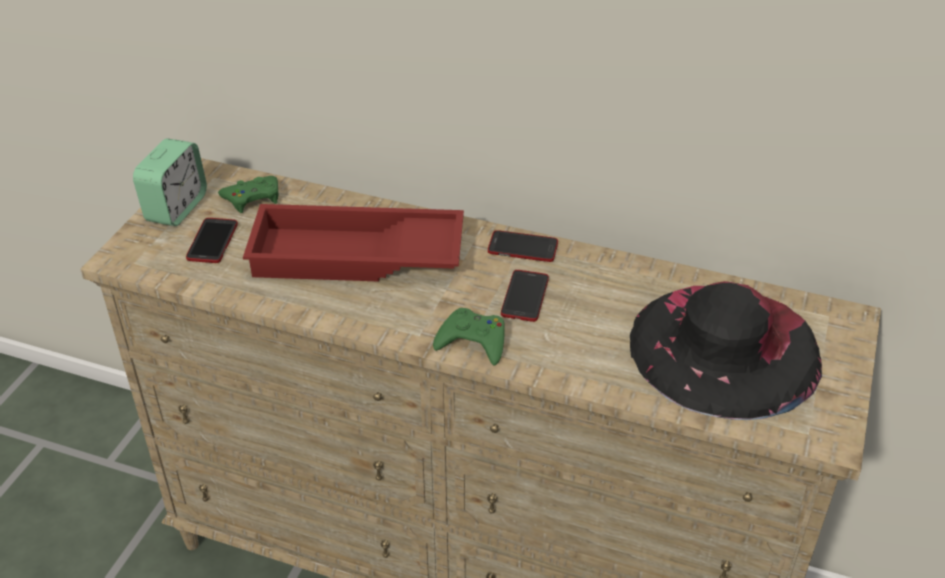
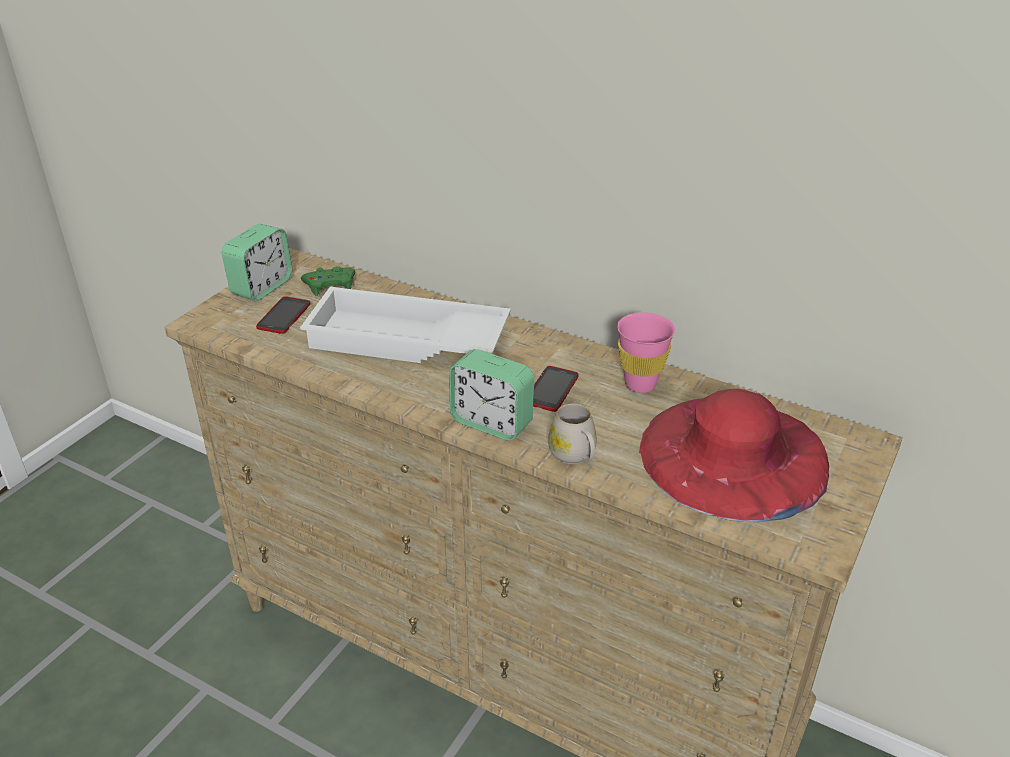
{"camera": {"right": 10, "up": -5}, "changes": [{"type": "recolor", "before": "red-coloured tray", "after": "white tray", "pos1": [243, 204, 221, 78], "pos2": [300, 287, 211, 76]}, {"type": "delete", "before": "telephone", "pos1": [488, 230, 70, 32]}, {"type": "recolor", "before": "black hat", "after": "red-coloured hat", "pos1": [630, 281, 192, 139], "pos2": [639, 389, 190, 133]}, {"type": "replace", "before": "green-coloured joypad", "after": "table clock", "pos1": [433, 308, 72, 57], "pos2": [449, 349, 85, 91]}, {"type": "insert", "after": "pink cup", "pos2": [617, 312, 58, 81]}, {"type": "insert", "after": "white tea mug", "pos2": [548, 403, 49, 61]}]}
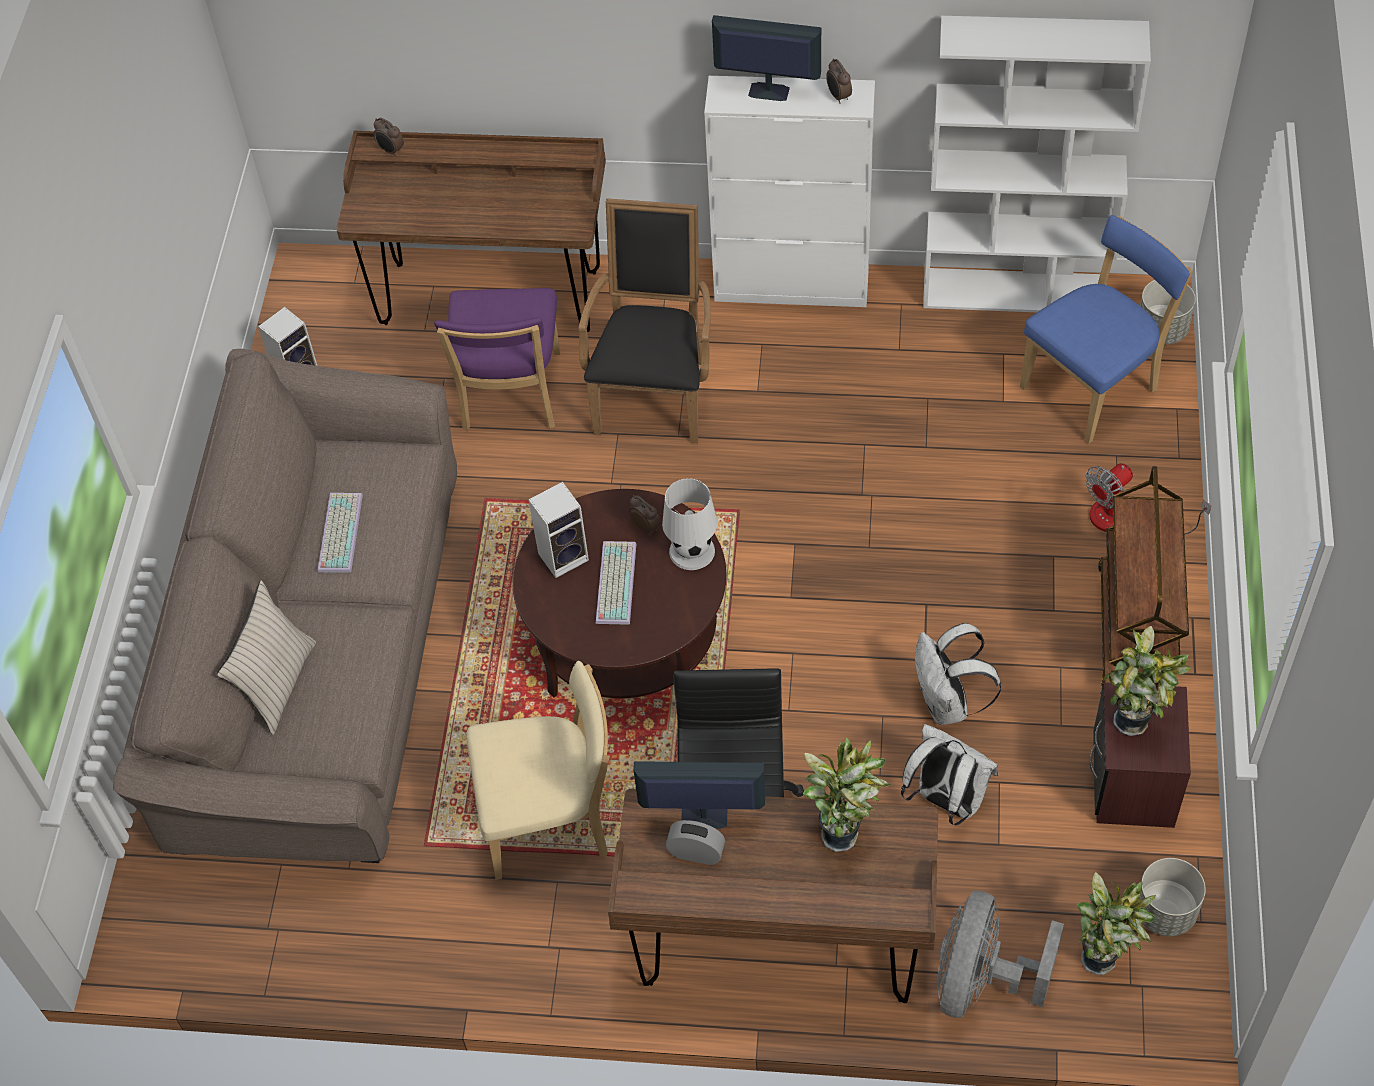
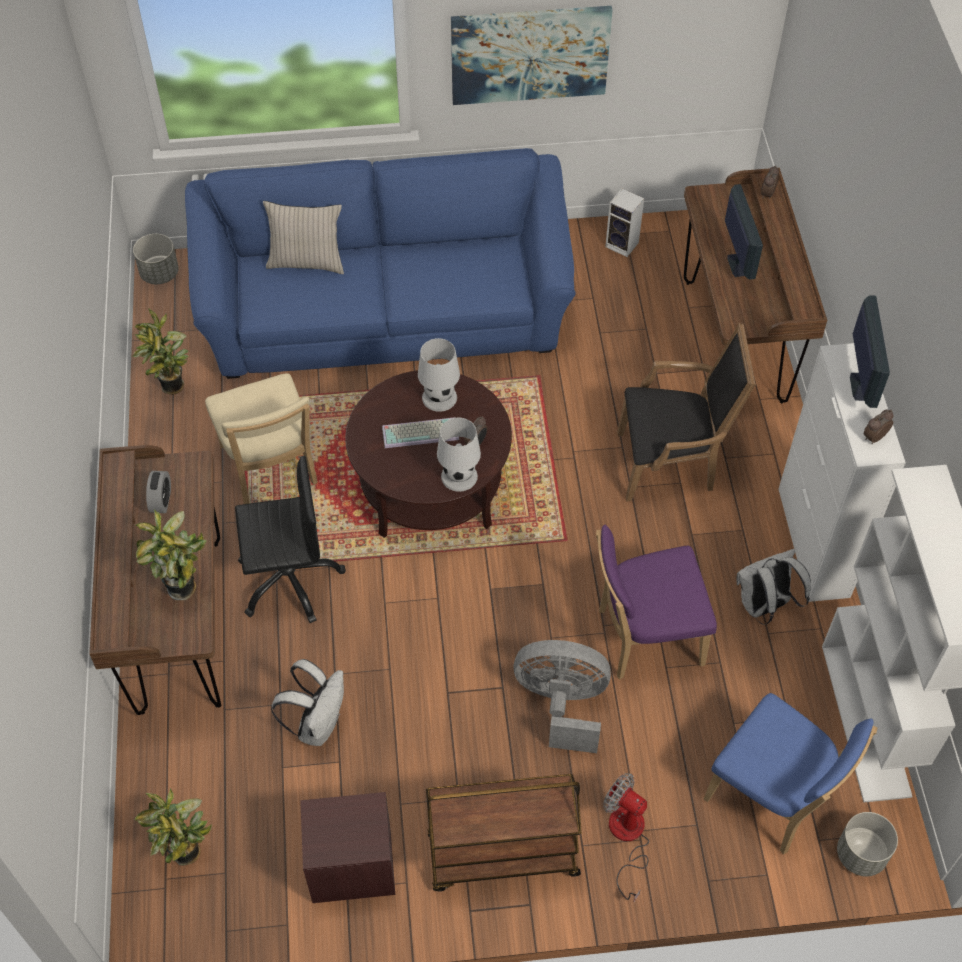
{"camera": {"right": 75, "up": 0}, "changes": [{"type": "move", "before": "purple-coloured chair", "pos1": [434, 288, 126, 143], "pos2": [596, 525, 121, 155]}, {"type": "recolor", "before": "brown-coloured settee", "after": "bluish settee", "pos1": [113, 349, 344, 514], "pos2": [185, 148, 391, 231]}, {"type": "replace", "before": "audio speaker", "after": "white lamp for a table", "pos1": [528, 482, 61, 96], "pos2": [418, 338, 42, 74]}, {"type": "delete", "before": "computer keyboard", "pos1": [318, 493, 45, 80]}, {"type": "move", "before": "white backpack", "pos1": [915, 623, 86, 102], "pos2": [736, 549, 75, 76]}, {"type": "move", "before": "houseplant", "pos1": [1104, 626, 88, 110], "pos2": [132, 308, 57, 87]}, {"type": "move", "before": "monitor", "pos1": [633, 761, 132, 68], "pos2": [725, 184, 38, 96]}, {"type": "move", "before": "gray planter", "pos1": [1139, 858, 67, 78], "pos2": [133, 234, 46, 50]}, {"type": "move", "before": "gray electric fan", "pos1": [937, 891, 127, 127], "pos2": [514, 640, 97, 113]}, {"type": "insert", "after": "wall picture", "pos2": [451, 6, 161, 99]}]}
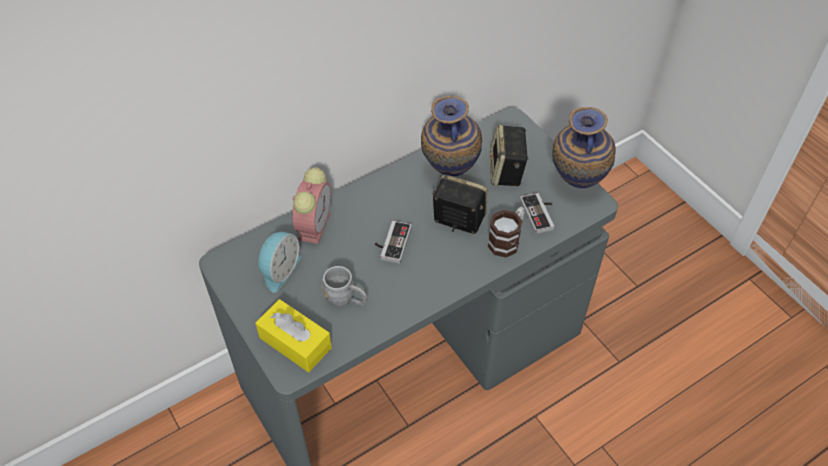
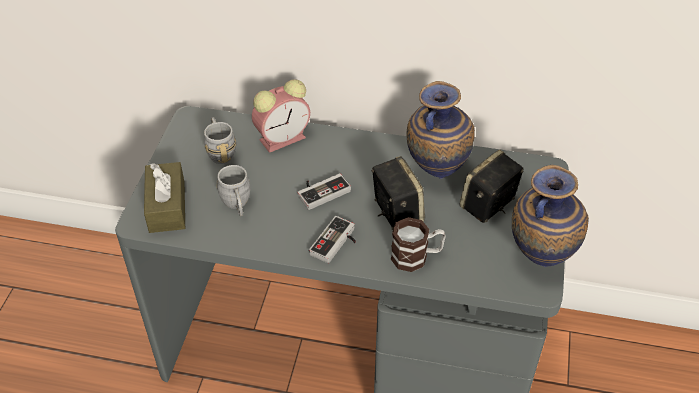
{"camera": {"right": 45, "up": -5}, "changes": [{"type": "move", "before": "joypad", "pos1": [520, 193, 34, 41], "pos2": [309, 216, 47, 47]}, {"type": "replace", "before": "table clock", "after": "gray tea mug", "pos1": [258, 232, 43, 61], "pos2": [204, 117, 32, 47]}, {"type": "recolor", "before": "yellowish tissue box", "after": "brown-coloured tissue box", "pos1": [255, 299, 77, 73], "pos2": [144, 162, 41, 71]}]}
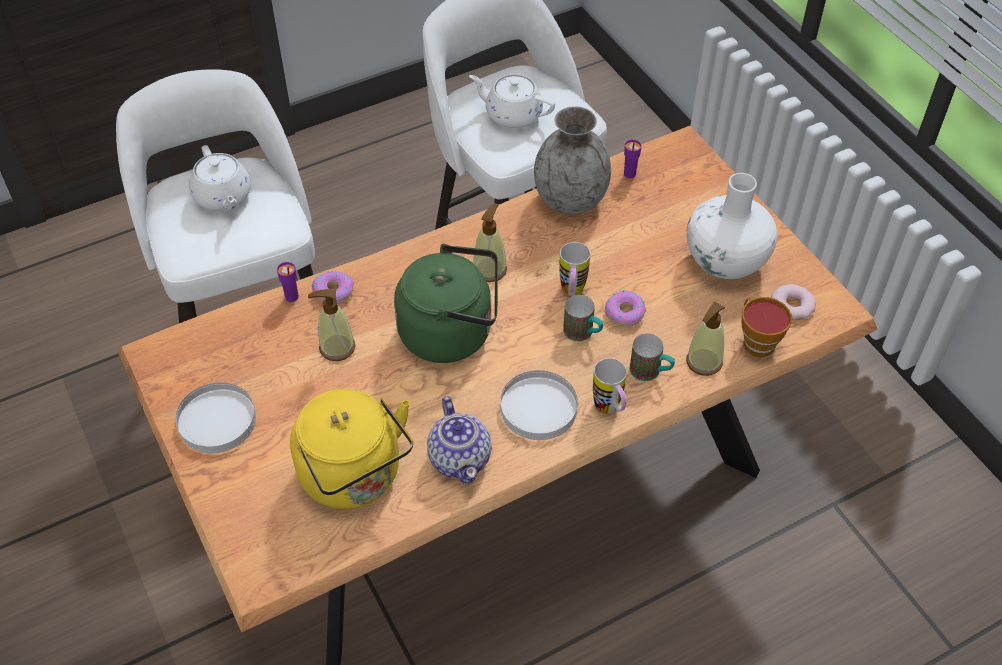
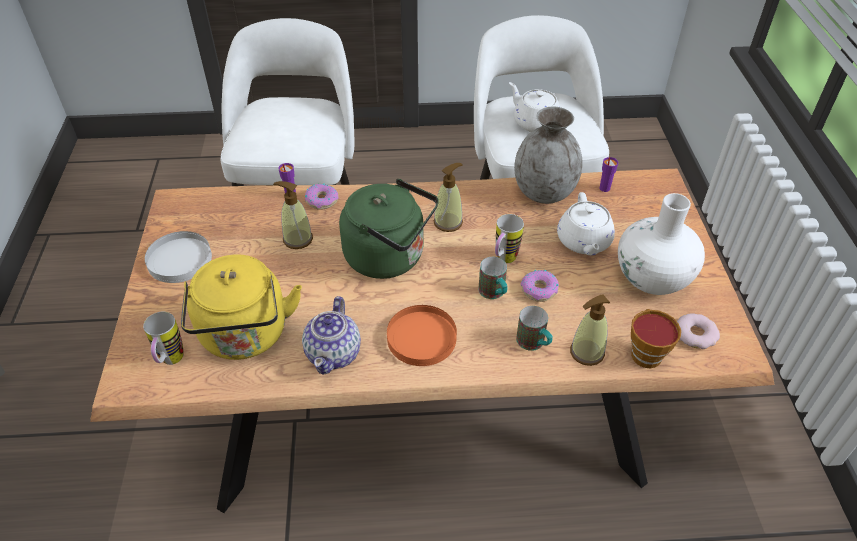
{"camera": {"right": 25, "up": -5}, "changes": [{"type": "move", "before": "white teapot", "pos1": [189, 145, 62, 65], "pos2": [557, 192, 58, 63]}, {"type": "move", "before": "tea mug", "pos1": [593, 358, 34, 56], "pos2": [143, 312, 41, 53]}, {"type": "recolor", "before": "white dinner plate", "after": "orangey dinner plate", "pos1": [500, 370, 78, 70], "pos2": [387, 305, 70, 61]}]}
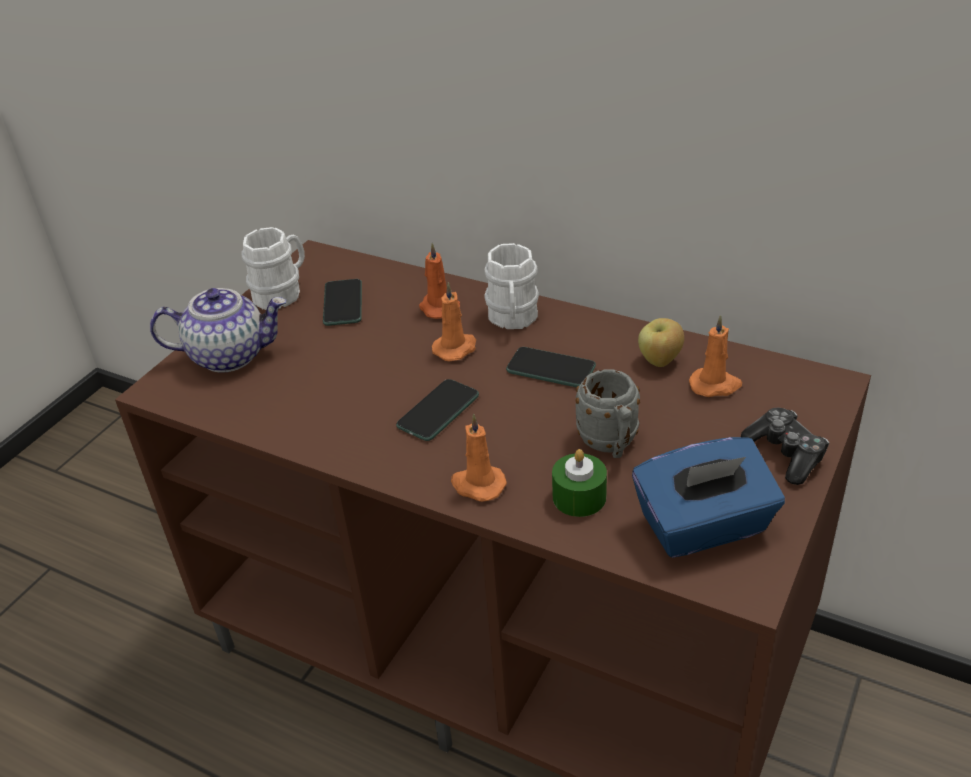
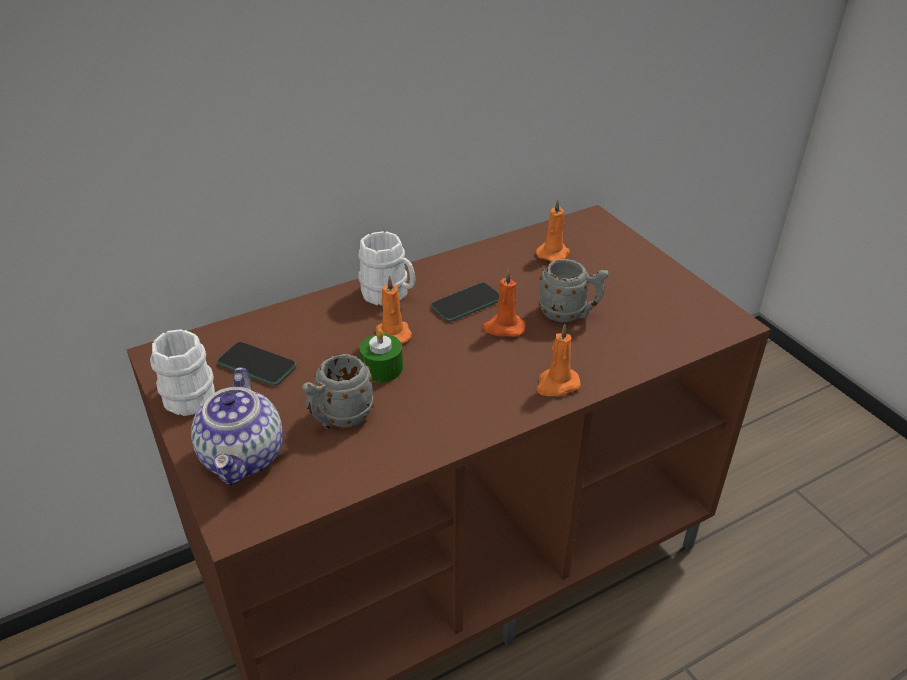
{"camera": {"right": -60, "up": 0}, "changes": [{"type": "move", "before": "orangey wax light", "pos1": [419, 243, 41, 76], "pos2": [482, 269, 44, 68]}, {"type": "rotate", "before": "teapot", "pos1": [150, 288, 136, 85], "pos2": [191, 368, 92, 117], "turn": 150}, {"type": "delete", "before": "apple", "pos1": [638, 318, 46, 49]}, {"type": "delete", "before": "telephone", "pos1": [396, 379, 83, 62]}, {"type": "delete", "before": "joypad", "pos1": [741, 408, 88, 77]}, {"type": "delete", "before": "bluish tissue box", "pos1": [632, 437, 153, 121]}, {"type": "move", "before": "green-coloured wax light", "pos1": [552, 449, 55, 68], "pos2": [359, 328, 44, 54]}, {"type": "insert", "after": "gray tea mug", "pos2": [302, 354, 72, 75]}]}
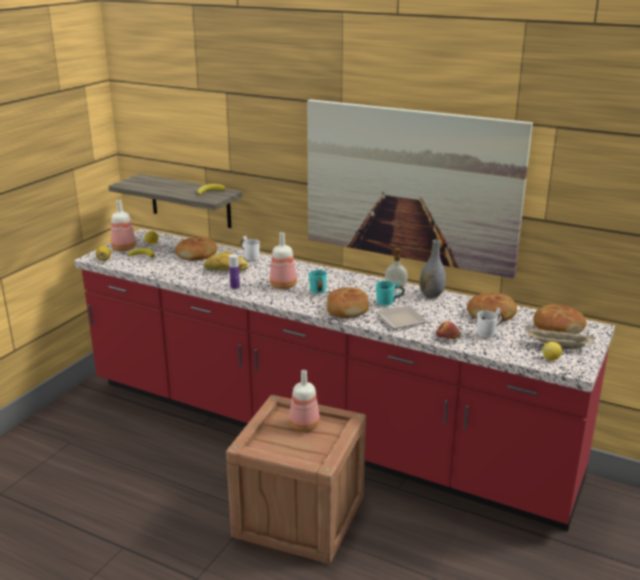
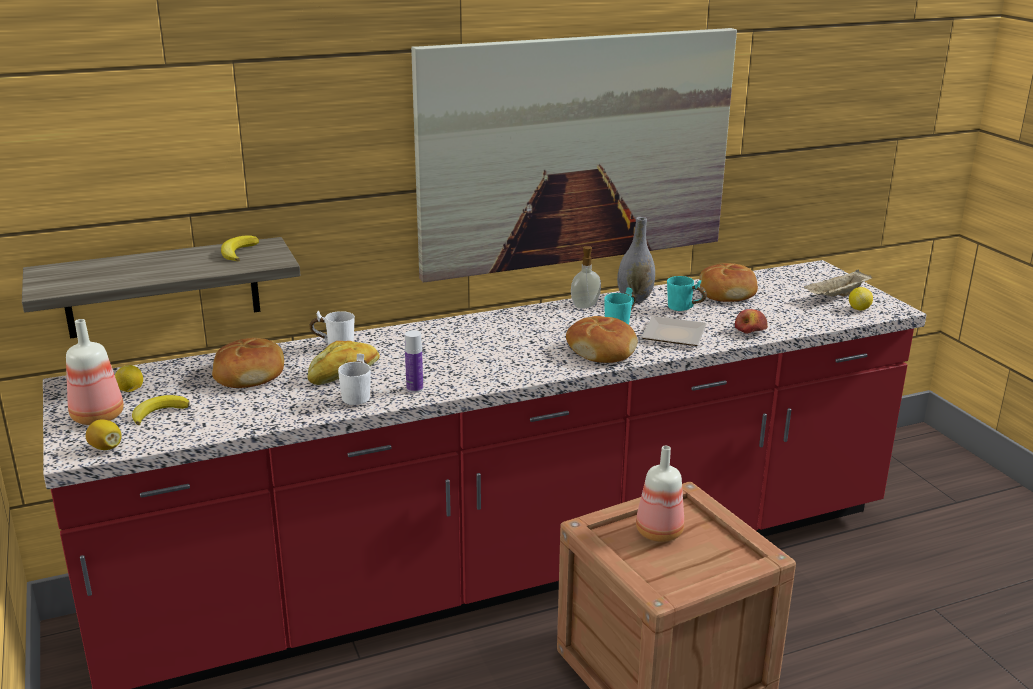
{"camera": {"right": -50, "up": 0}, "changes": [{"type": "delete", "before": "bottle", "pos1": [269, 232, 28, 57]}, {"type": "move", "before": "turquoise-coloured tea mug", "pos1": [309, 270, 18, 24], "pos2": [667, 276, 40, 35]}, {"type": "delete", "before": "bread", "pos1": [534, 304, 52, 30]}, {"type": "move", "before": "white tea mug", "pos1": [477, 308, 27, 30], "pos2": [338, 354, 33, 51]}]}
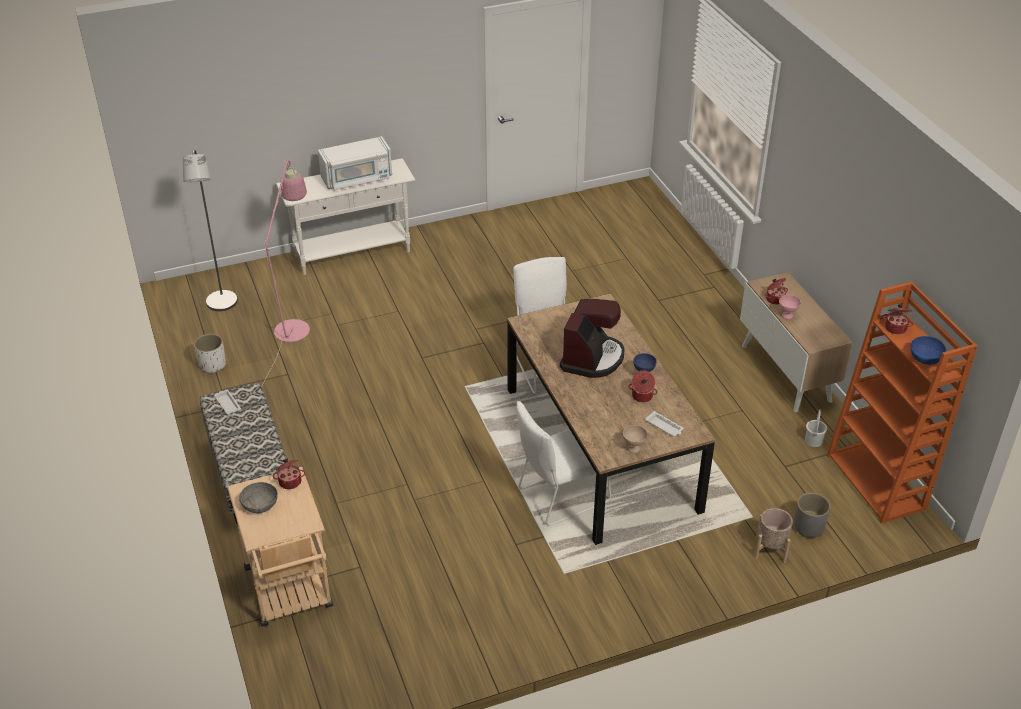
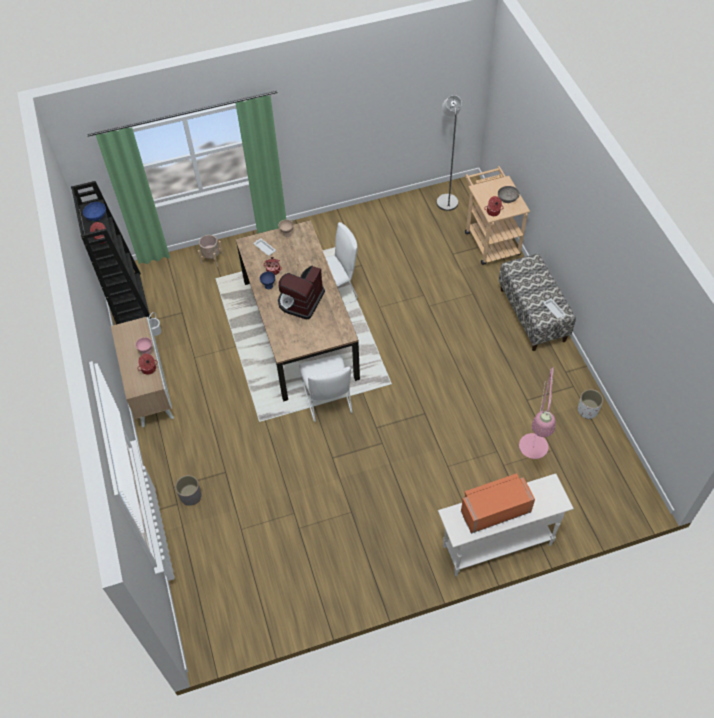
{"camera": {"right": -175, "up": 15}, "changes": [{"type": "recolor", "before": "white kitchen microwave", "after": "orangey kitchen microwave", "pos1": [318, 136, 74, 55], "pos2": [461, 473, 74, 61]}, {"type": "move", "before": "gray standing lamp", "pos1": [183, 150, 55, 161], "pos2": [437, 95, 25, 116]}, {"type": "recolor", "before": "orangey bookcase", "after": "black bookcase", "pos1": [827, 282, 151, 242], "pos2": [71, 181, 80, 144]}, {"type": "move", "before": "gray planter", "pos1": [794, 492, 37, 46], "pos2": [175, 475, 27, 31]}]}
